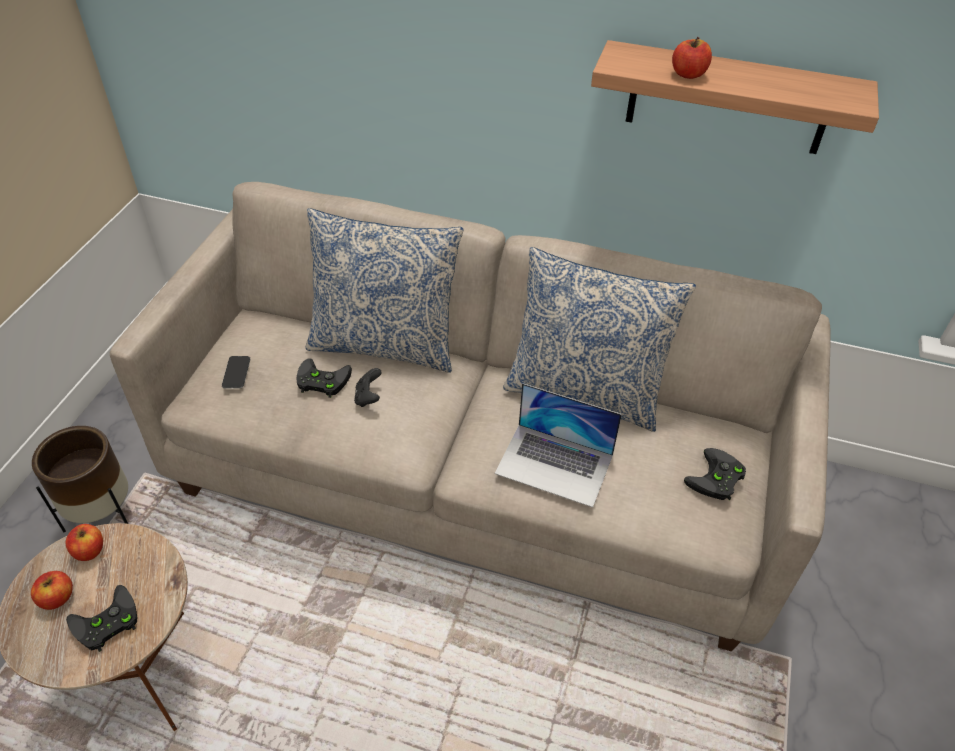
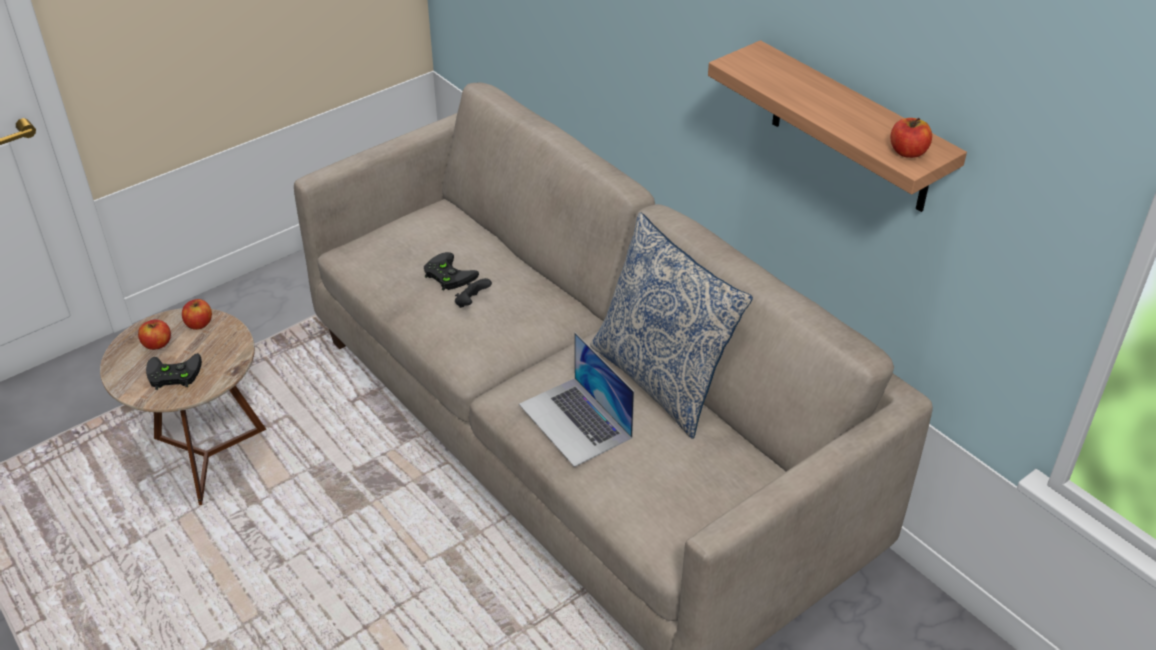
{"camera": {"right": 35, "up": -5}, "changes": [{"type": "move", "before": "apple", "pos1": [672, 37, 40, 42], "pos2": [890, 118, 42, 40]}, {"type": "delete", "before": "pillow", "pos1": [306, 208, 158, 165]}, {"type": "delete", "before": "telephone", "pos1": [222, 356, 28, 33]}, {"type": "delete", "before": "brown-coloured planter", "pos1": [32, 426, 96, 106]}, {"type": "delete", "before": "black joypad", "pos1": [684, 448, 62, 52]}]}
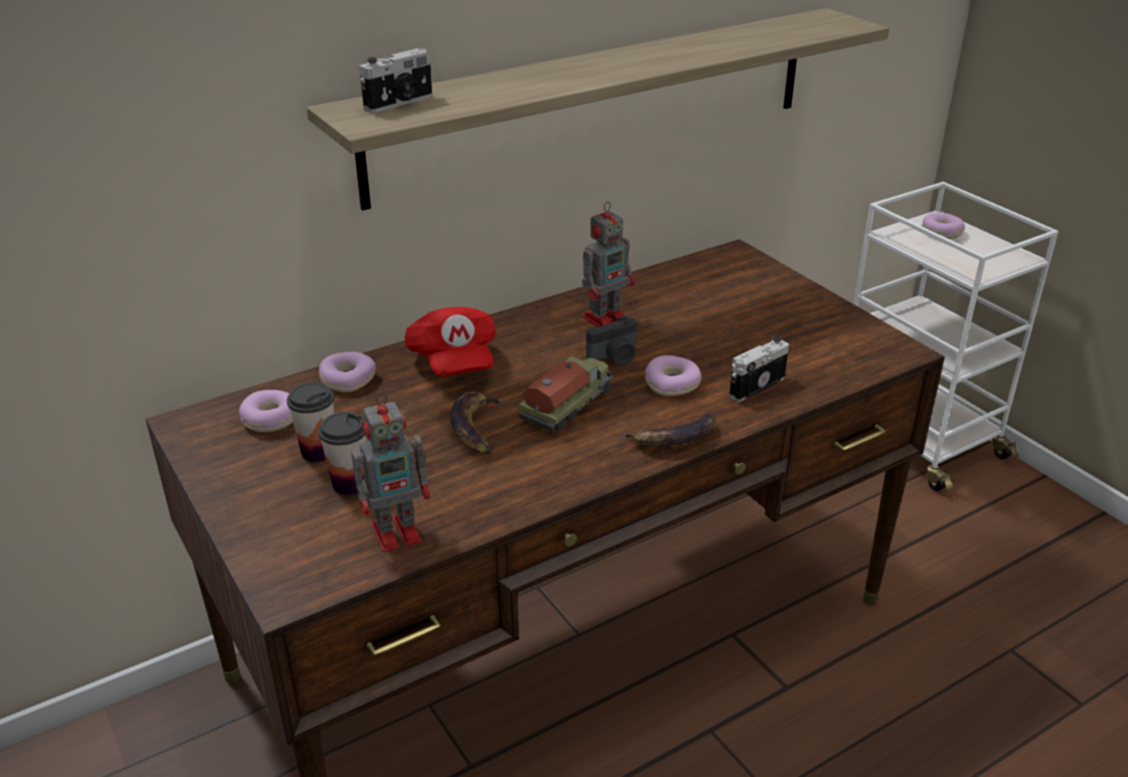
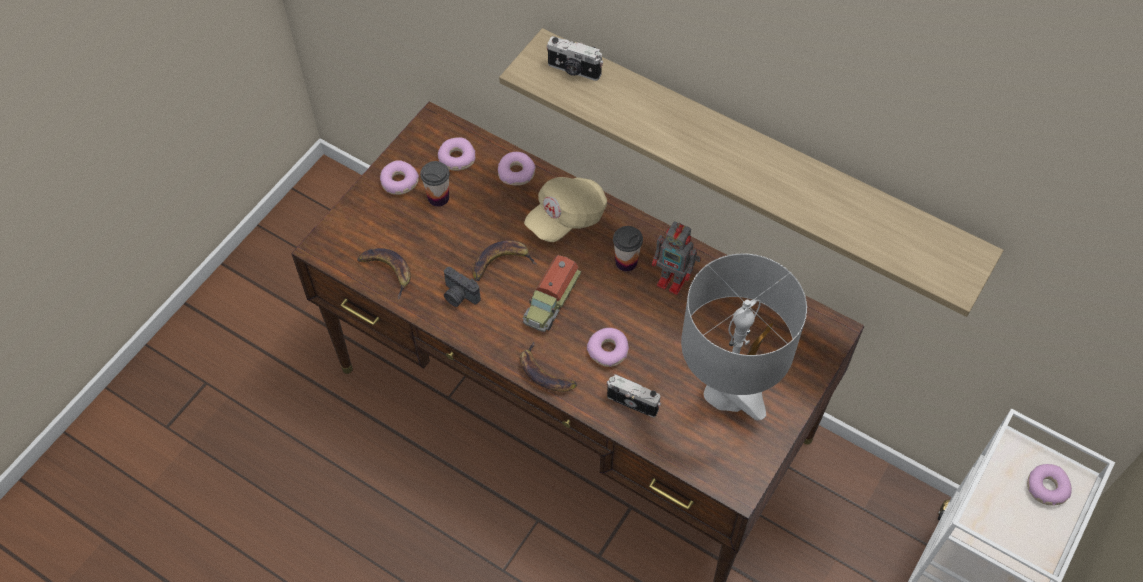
{"camera": {"right": 65, "up": 25}, "changes": [{"type": "recolor", "before": "red-coloured baseball cap", "after": "beige baseball cap", "pos1": [405, 307, 91, 70], "pos2": [524, 177, 83, 65]}, {"type": "move", "before": "still camera", "pos1": [586, 316, 51, 50], "pos2": [444, 267, 37, 40]}, {"type": "rotate", "before": "toy truck", "pos1": [519, 356, 94, 76], "pos2": [523, 255, 58, 77], "turn": 105}, {"type": "replace", "before": "toy robot", "after": "whole banana", "pos1": [351, 393, 79, 159], "pos2": [357, 248, 54, 51]}, {"type": "move", "before": "cup", "pos1": [318, 412, 49, 83], "pos2": [613, 226, 30, 45]}, {"type": "insert", "after": "doughnut", "pos2": [380, 160, 39, 35]}, {"type": "insert", "after": "gray lamp for a table", "pos2": [681, 254, 126, 167]}]}
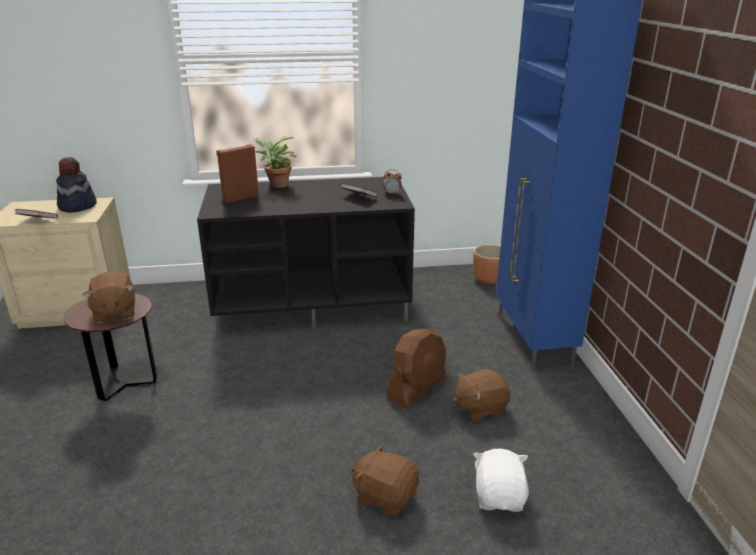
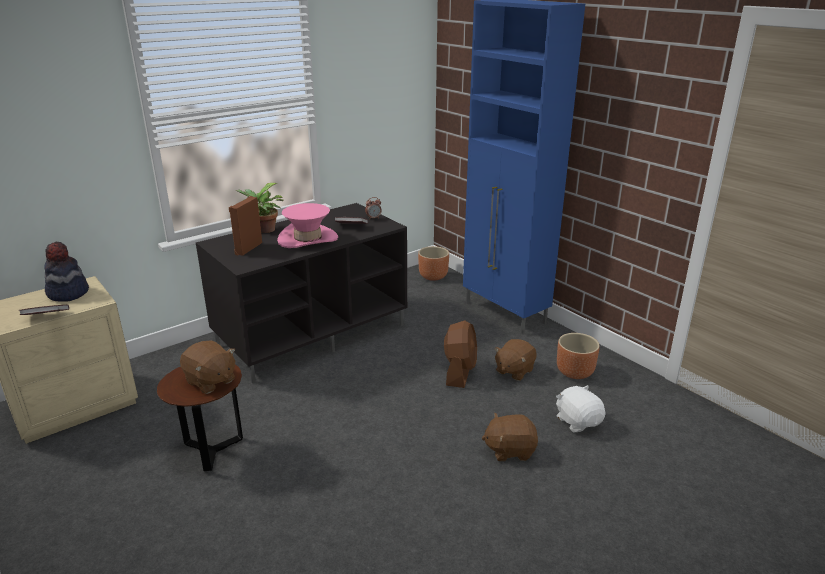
{"camera": {"right": -30, "up": 0}, "changes": [{"type": "insert", "after": "pink hat", "pos2": [277, 203, 61, 45]}, {"type": "insert", "after": "brown-coloured planter", "pos2": [557, 333, 43, 46]}]}
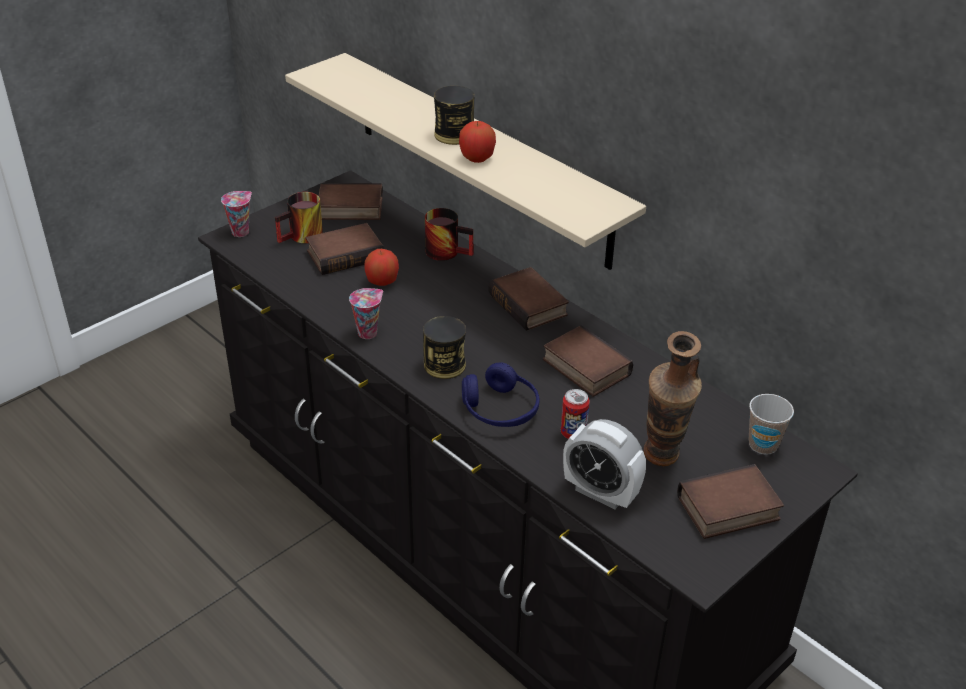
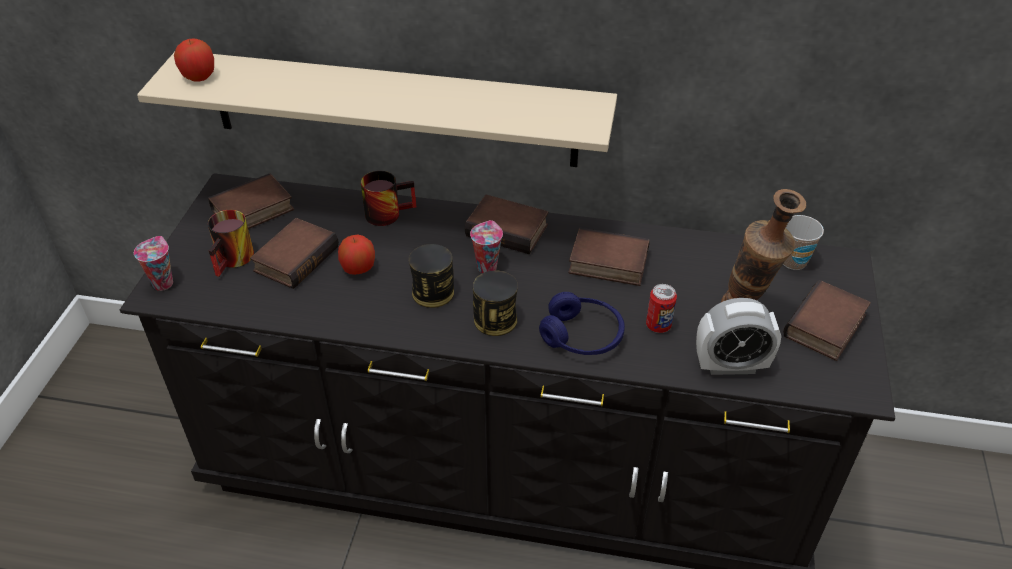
{"camera": {"right": -35, "up": 5}, "changes": [{"type": "move", "before": "can", "pos1": [434, 86, 40, 59], "pos2": [409, 244, 45, 64]}, {"type": "move", "before": "apple", "pos1": [459, 121, 37, 42], "pos2": [174, 39, 40, 43]}, {"type": "move", "before": "cup", "pos1": [349, 288, 34, 51], "pos2": [470, 220, 33, 53]}]}
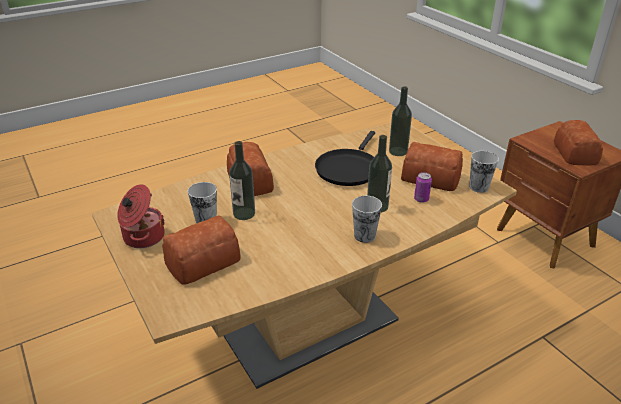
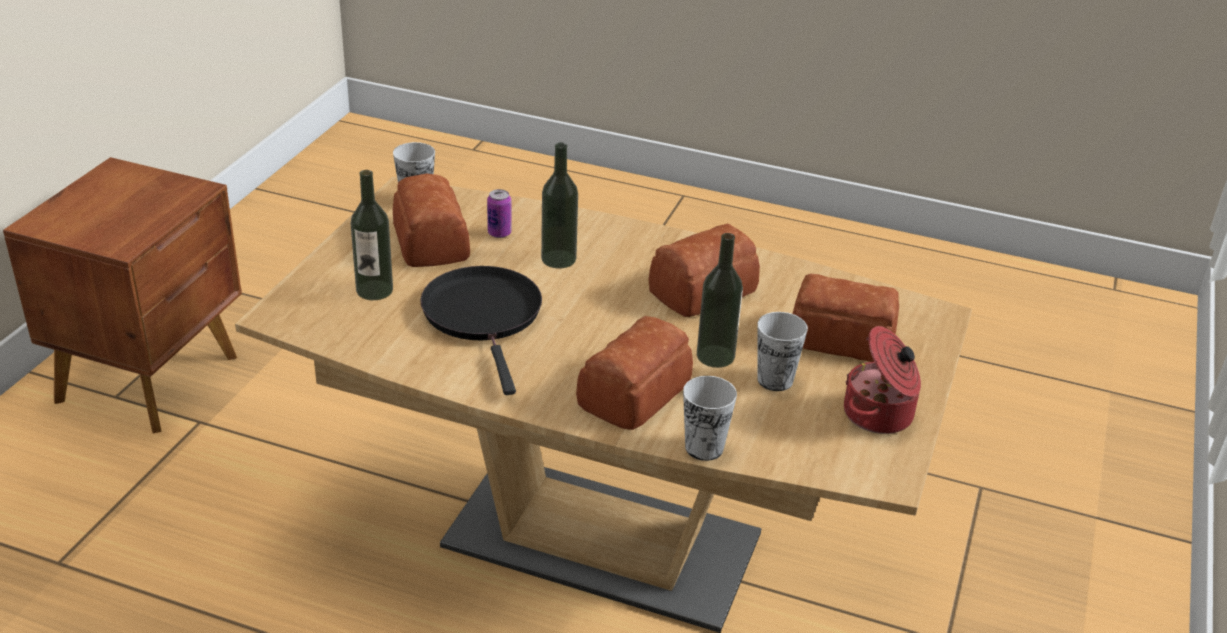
{"camera": {"right": -130, "up": 0}, "changes": [{"type": "move", "before": "bread", "pos1": [554, 120, 49, 45], "pos2": [649, 224, 111, 93]}, {"type": "rotate", "before": "black skillet", "pos1": [315, 131, 60, 55], "pos2": [420, 266, 122, 129], "turn": -90}, {"type": "move", "before": "cup", "pos1": [352, 196, 30, 47], "pos2": [683, 376, 54, 85]}]}
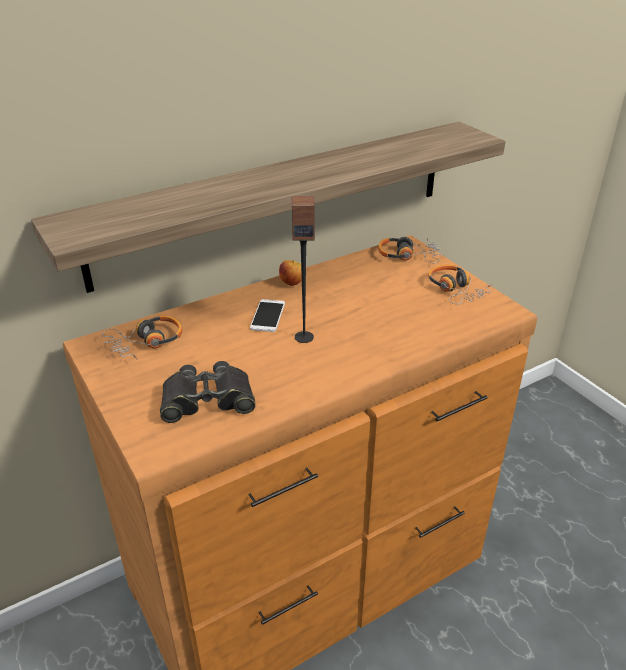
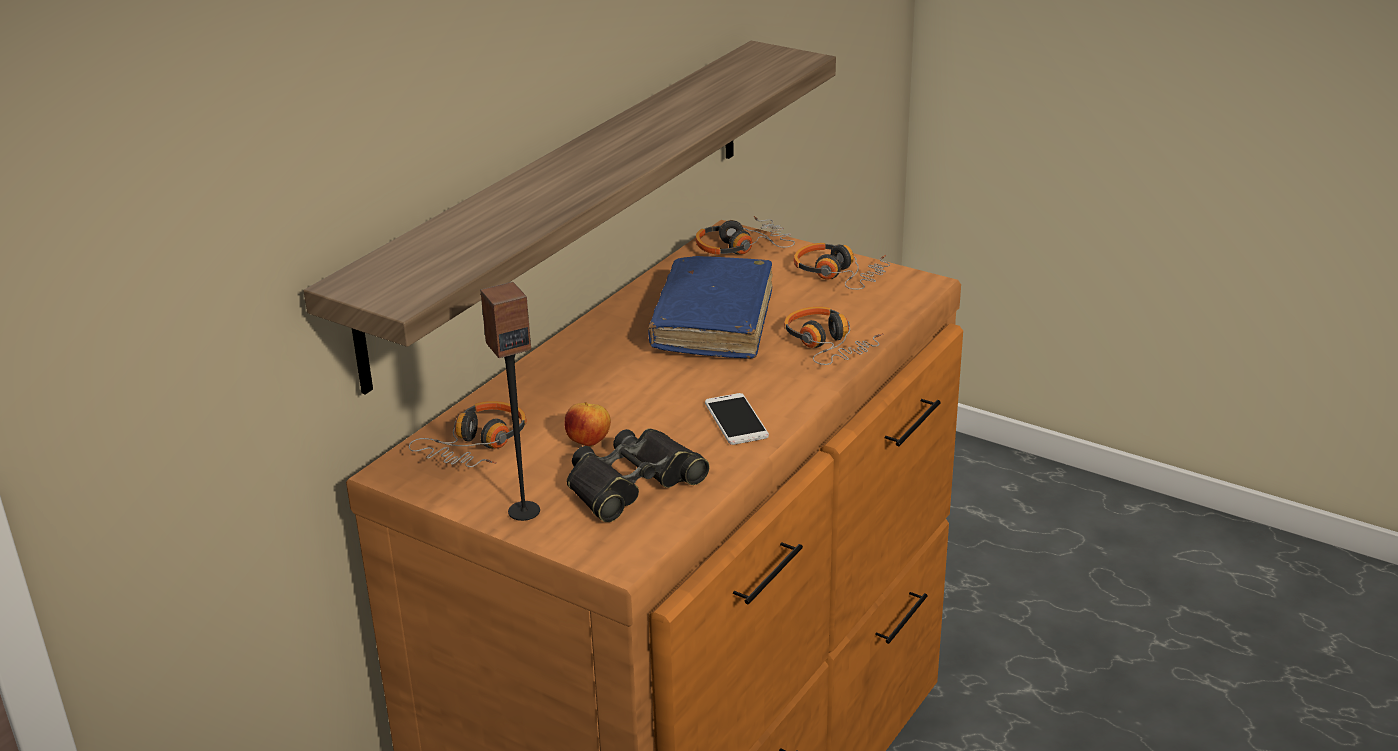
{"camera": {"right": -25, "up": -5}, "changes": [{"type": "move", "before": "audio speaker", "pos1": [292, 196, 23, 147], "pos2": [480, 282, 60, 239]}, {"type": "move", "before": "apple", "pos1": [279, 260, 23, 26], "pos2": [564, 402, 47, 44]}, {"type": "move", "before": "telephone", "pos1": [250, 299, 35, 33], "pos2": [705, 393, 64, 52]}, {"type": "insert", "after": "bluish bound book", "pos2": [648, 256, 125, 103]}, {"type": "insert", "after": "headphones", "pos2": [784, 307, 99, 58]}]}
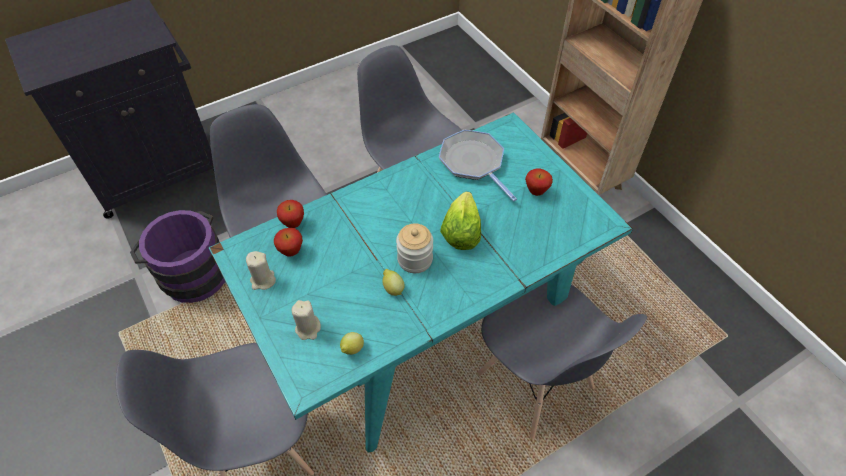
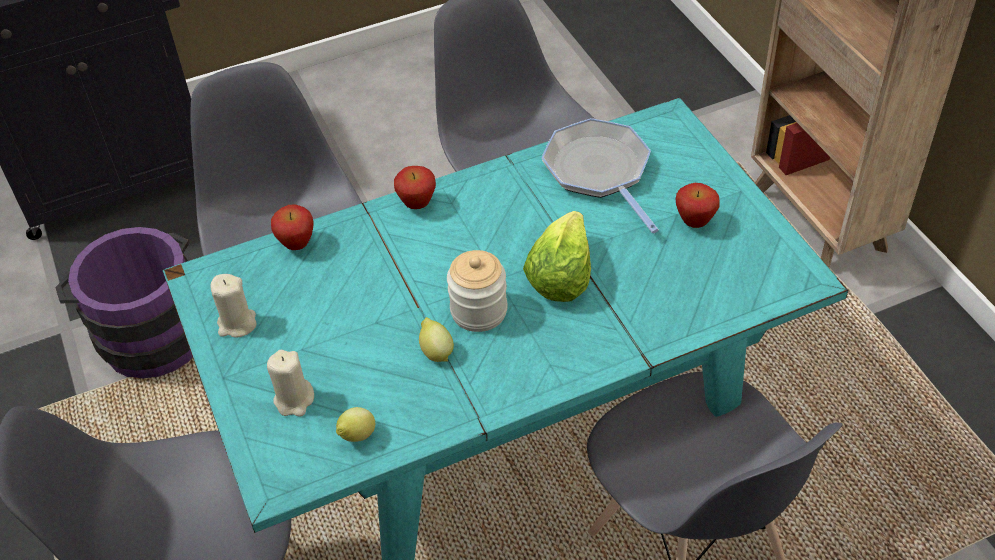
{"camera": {"right": 10, "up": -5}, "changes": [{"type": "move", "before": "apple", "pos1": [274, 228, 29, 28], "pos2": [394, 166, 42, 43]}]}
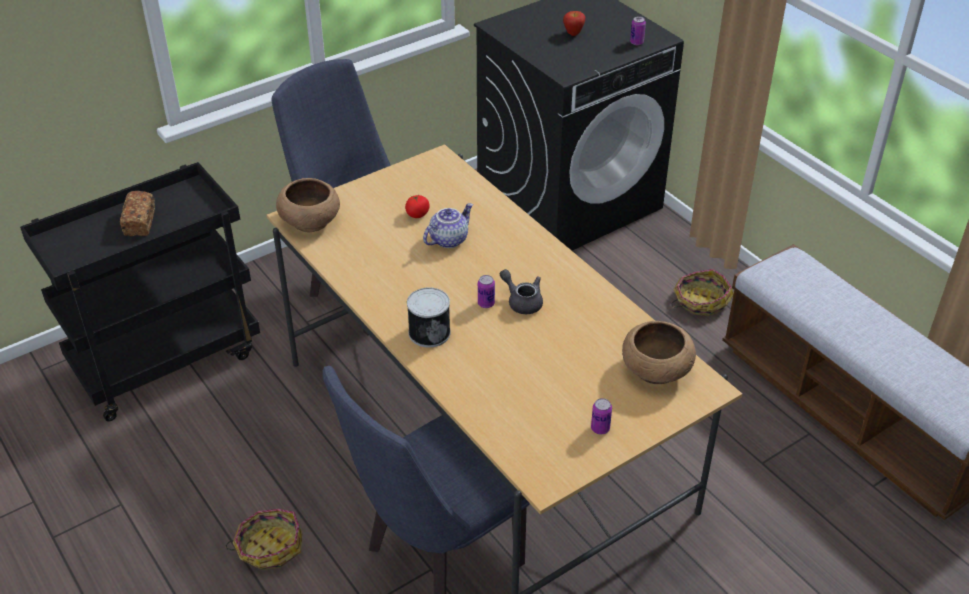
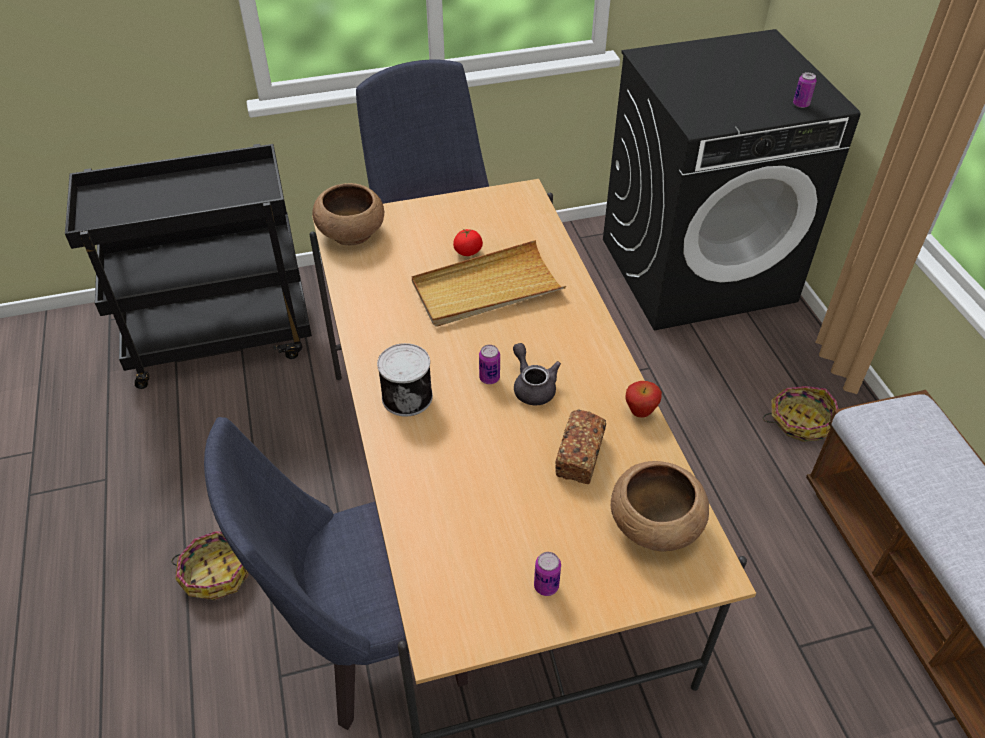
{"camera": {"right": 20, "up": 5}, "changes": [{"type": "move", "before": "apple", "pos1": [563, 11, 22, 25], "pos2": [625, 381, 37, 37]}, {"type": "move", "before": "bread", "pos1": [120, 191, 35, 45], "pos2": [555, 410, 51, 74]}, {"type": "replace", "before": "teapot", "after": "beige tray", "pos1": [423, 203, 50, 45], "pos2": [412, 240, 154, 87]}]}
